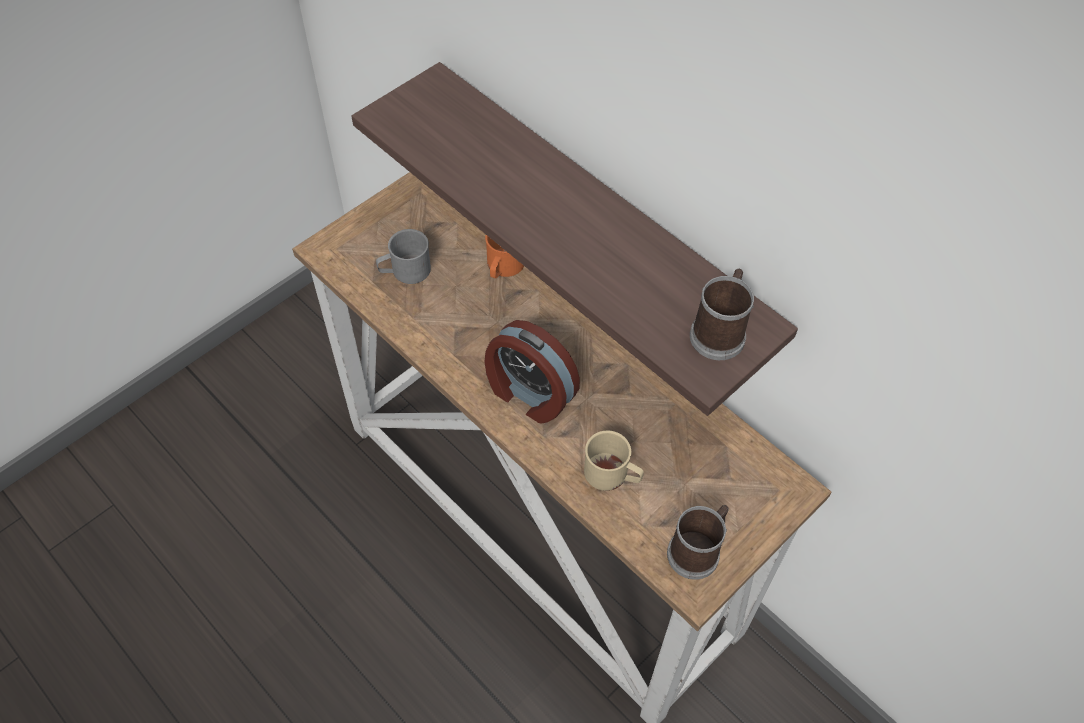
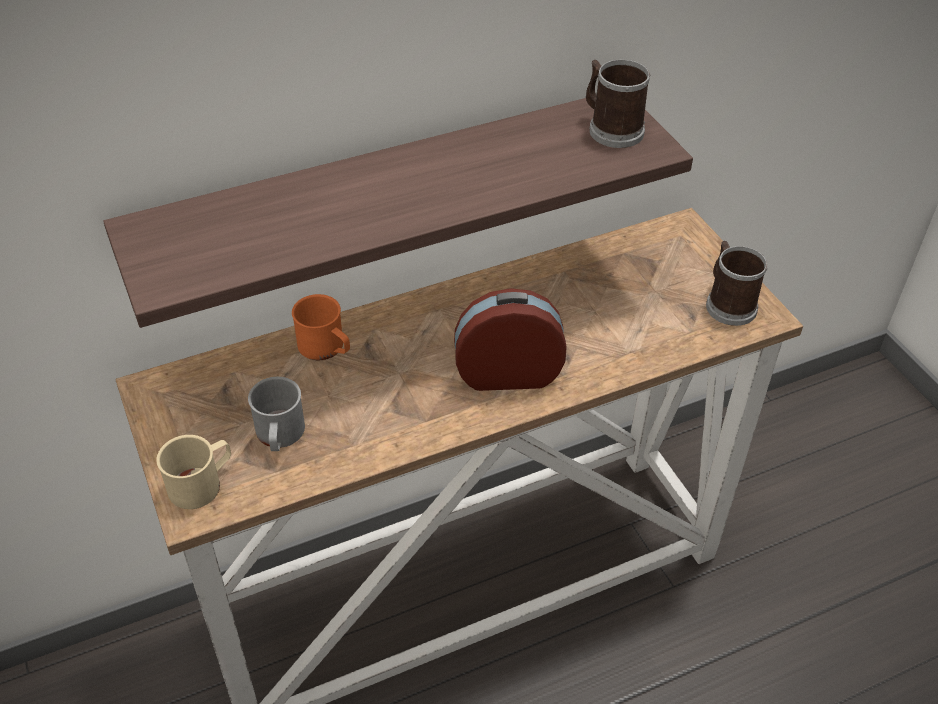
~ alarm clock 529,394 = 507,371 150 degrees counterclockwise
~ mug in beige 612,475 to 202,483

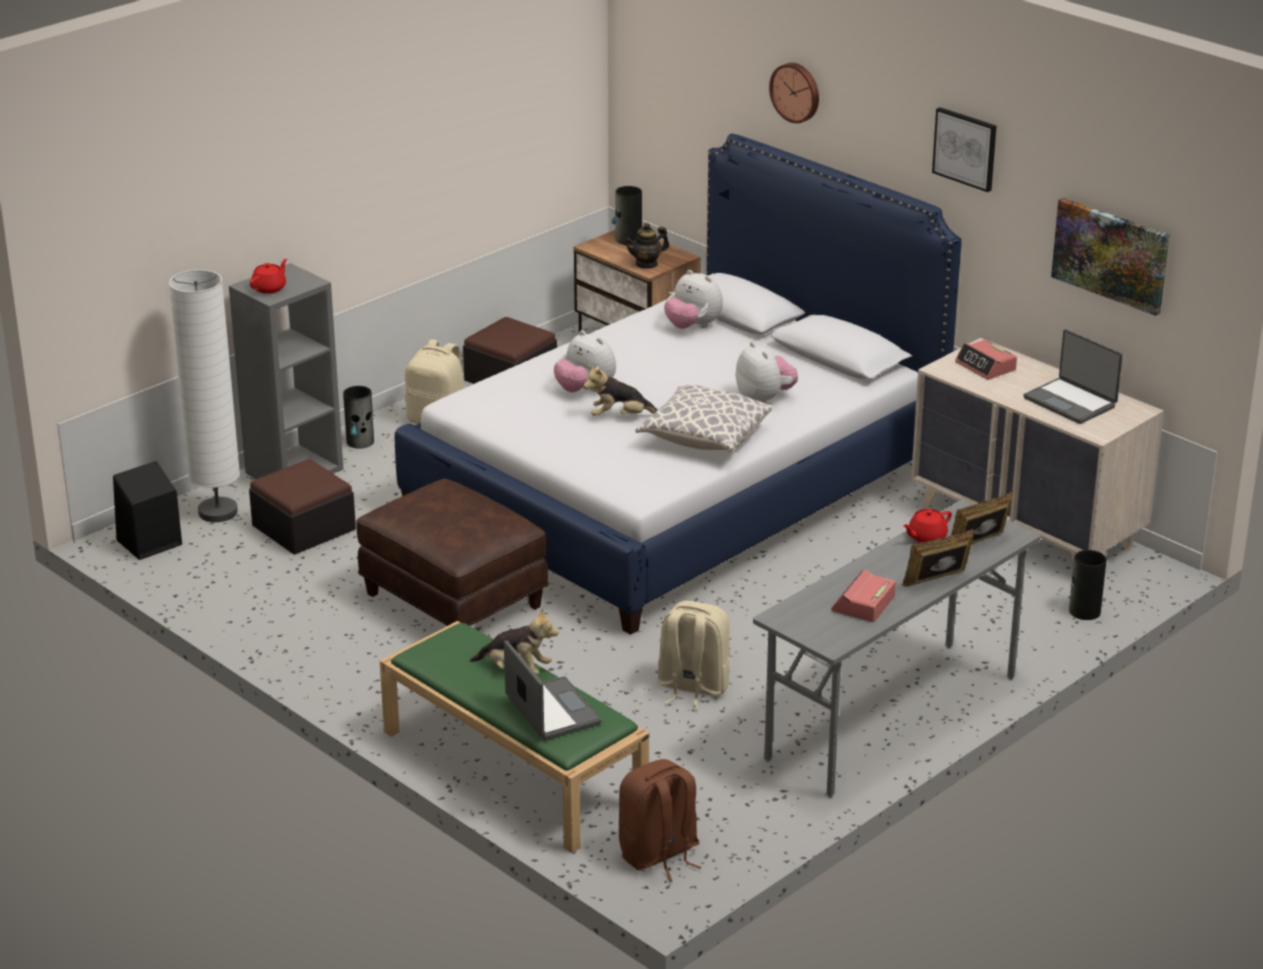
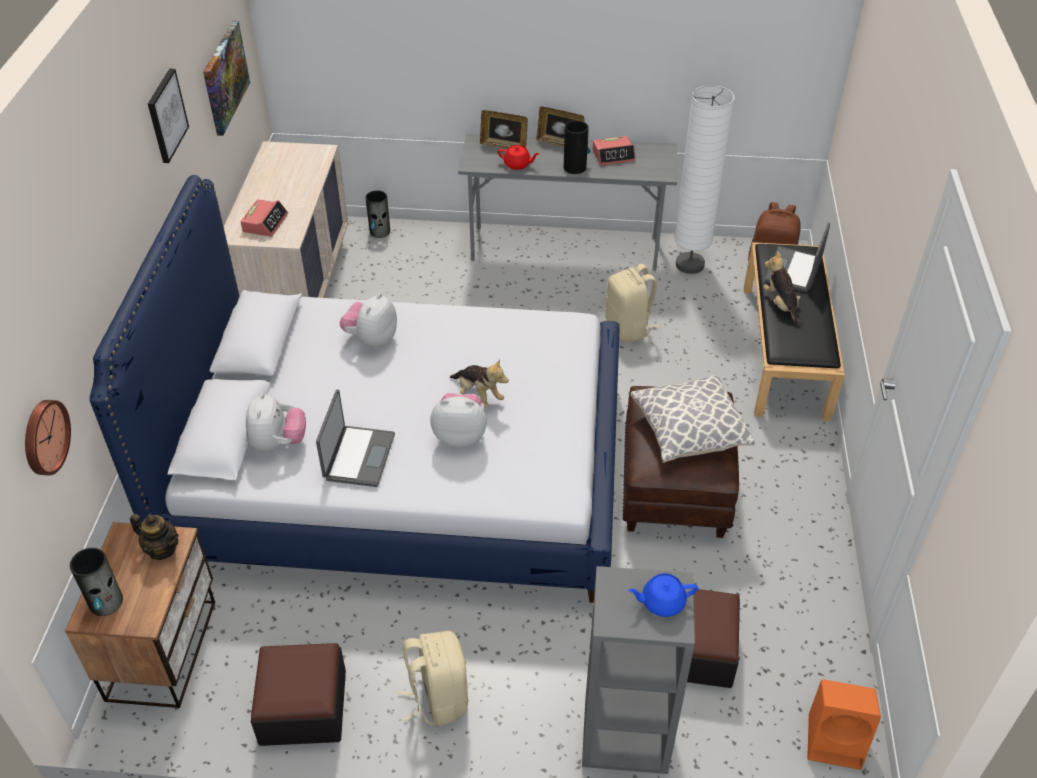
~ speaker in black 148,543 to speaker in orange 836,741
~ floor lamp in white 218,512 to 690,264
~ teapot in red 270,288 to teapot in blue 662,602
~ vase 360,442 to 575,167
~ bench in green 511,768 to bench in black 785,351
~ plush toy 585,390 = 460,435 90 degrees counterclockwise
~ pillow 704,438 to 689,431
~ wall clock 796,92 to 44,437
~ laptop 1071,402 to 358,457

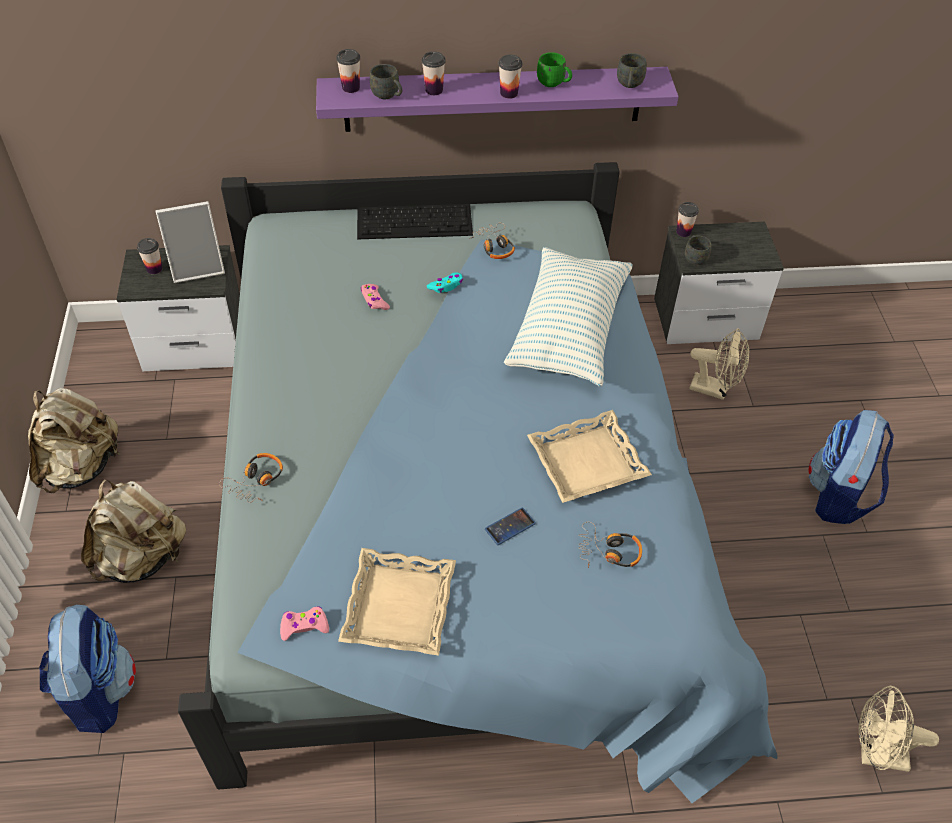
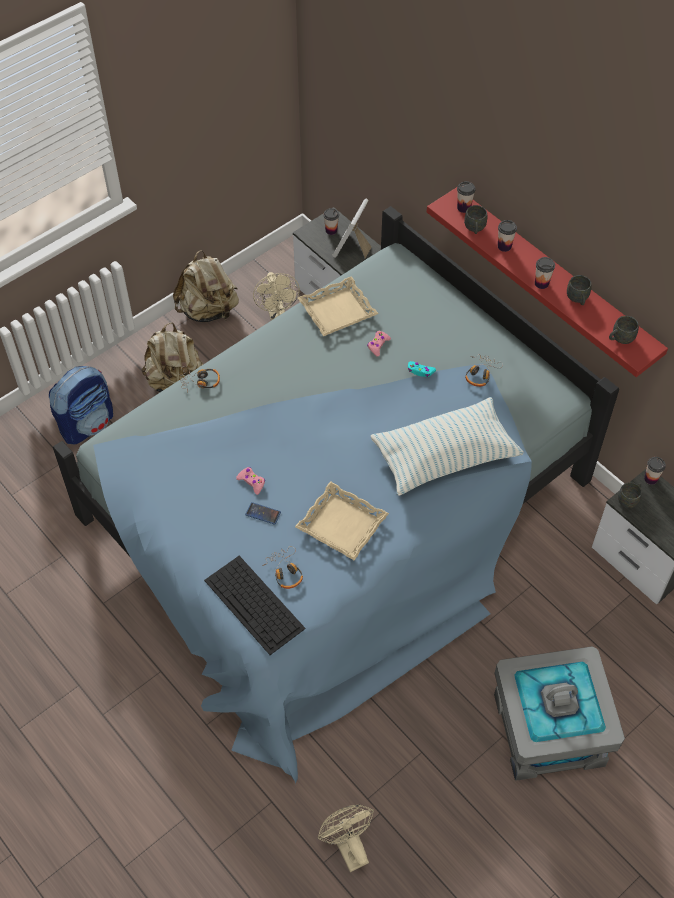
~ picture frame 198,267 = 352,248 75 degrees clockwise
~ game controller in pink 304,626 to 252,482
~ shelf in purple 493,99 to shelf in red 553,280
~ tray in beige 398,606 to 337,310
~ keyboard 415,221 to 255,604
~ mug in green 554,83 to mug in grey 578,299
~ fan in beige 715,389 to 277,313
~ backpack 839,496 to storage box in grey 548,730

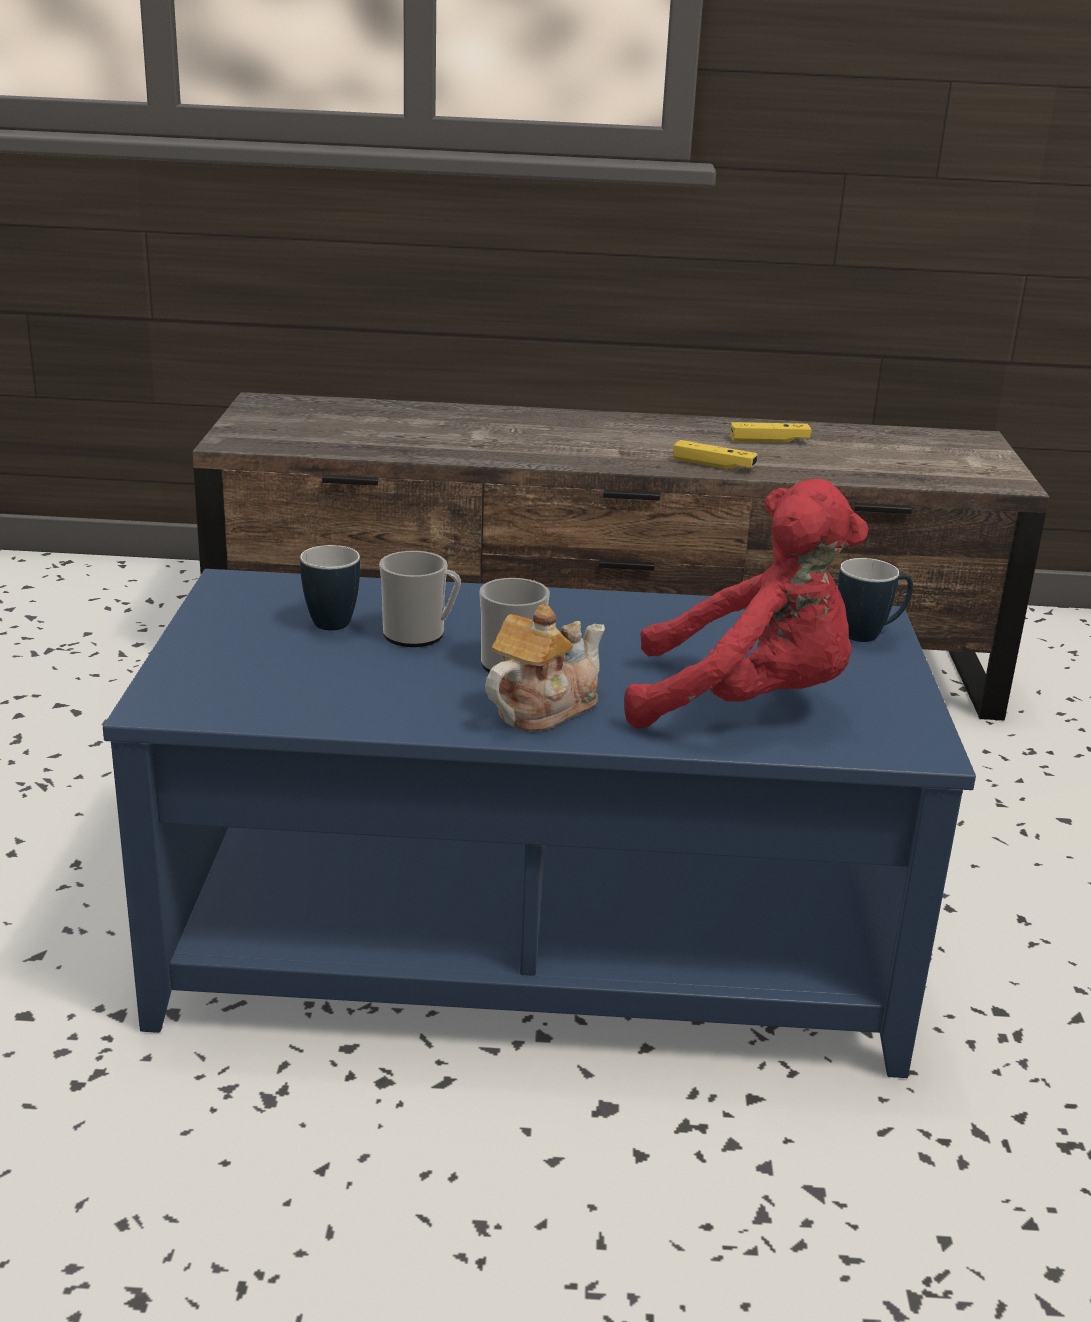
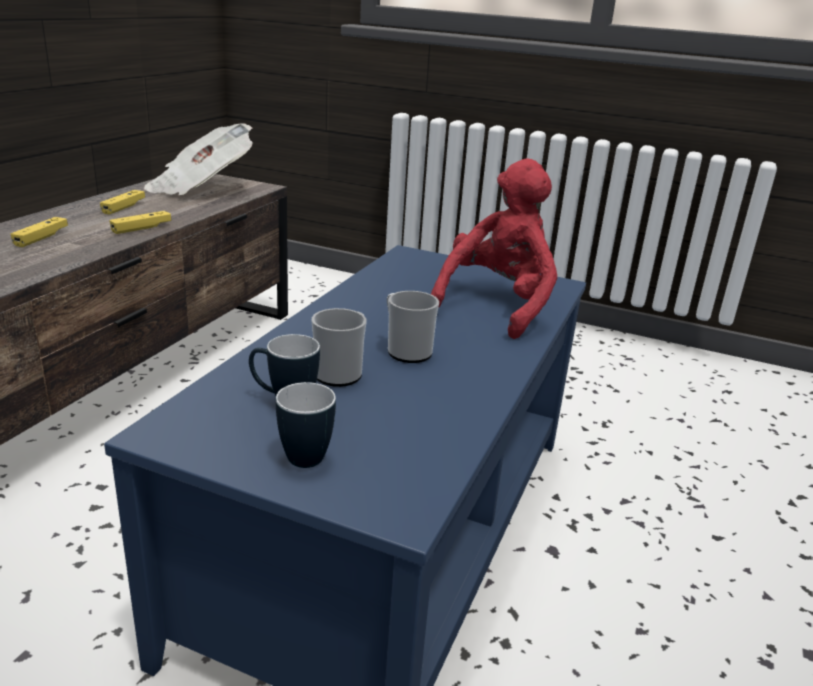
- teapot 542,708
~ mug 870,635 to 307,452
+ game controller in yellow 41,238
+ newspaper 200,188

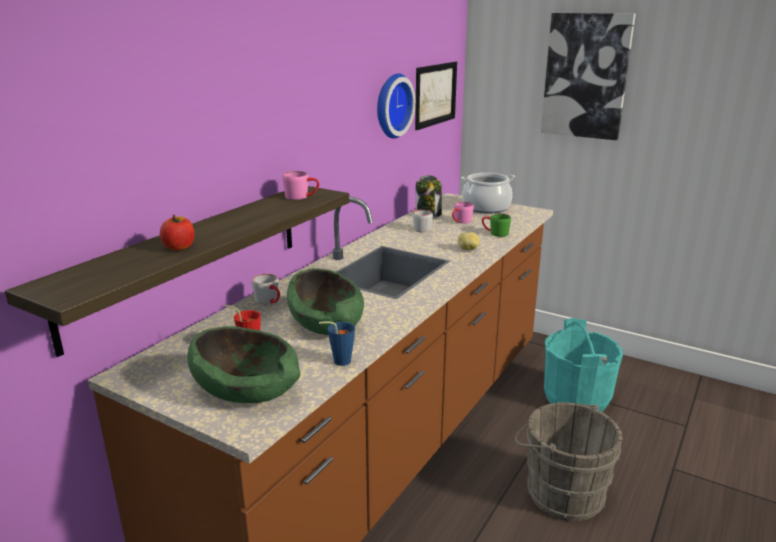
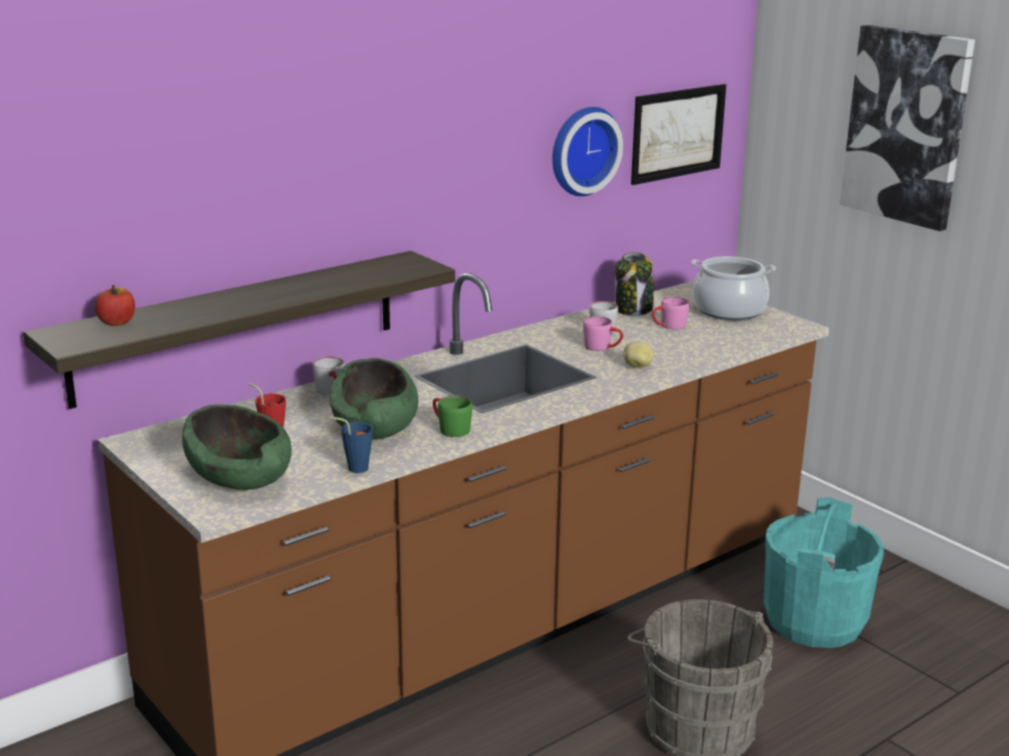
~ apple 179,247 to 117,322
~ mug in pink 302,197 to 603,347
~ mug in green 495,233 to 449,428

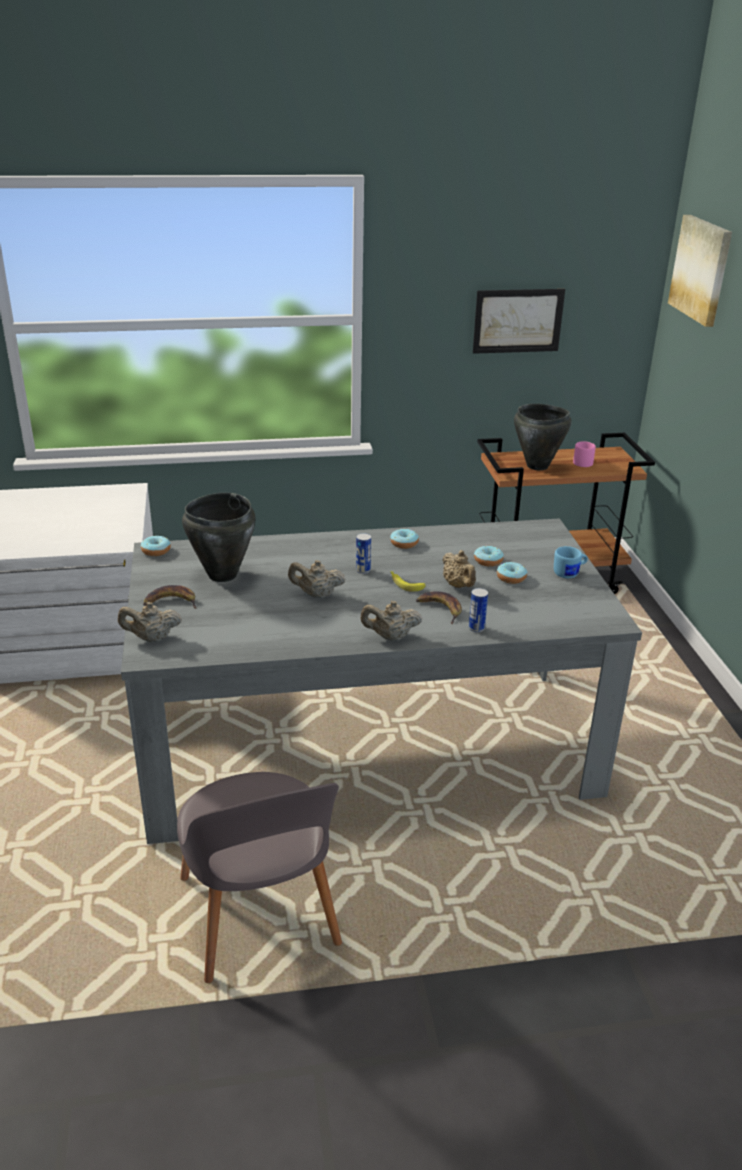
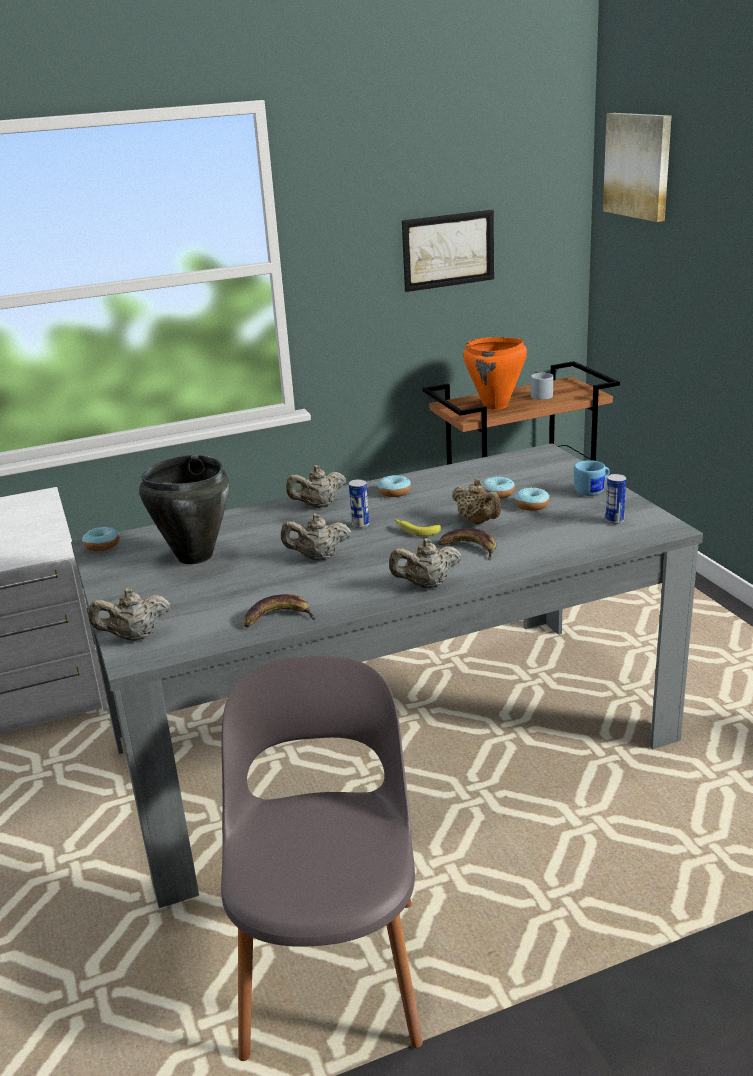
~ banana 171,602 to 278,617
~ chair in grey 259,917 = 331,965 150 degrees counterclockwise
~ can 476,628 to 614,521
~ cooking pot in black 537,466 to cooking pot in orange 495,406
~ mug in pink 583,462 to mug in grey 542,395
+ teapot in beige 318,506

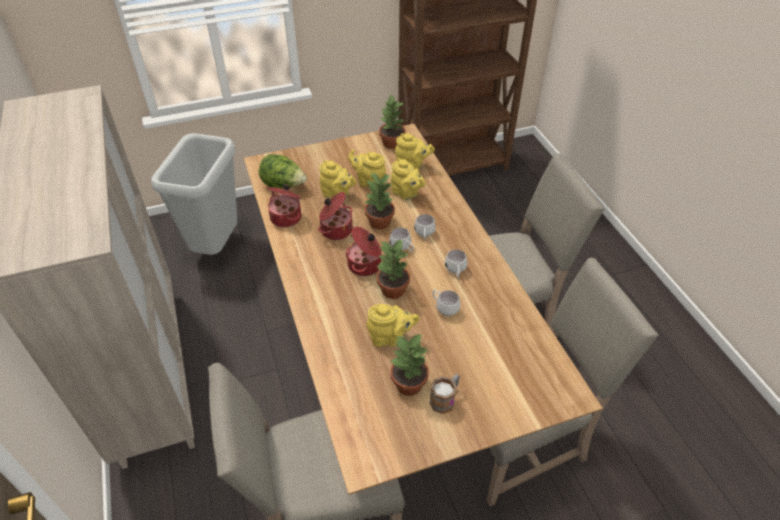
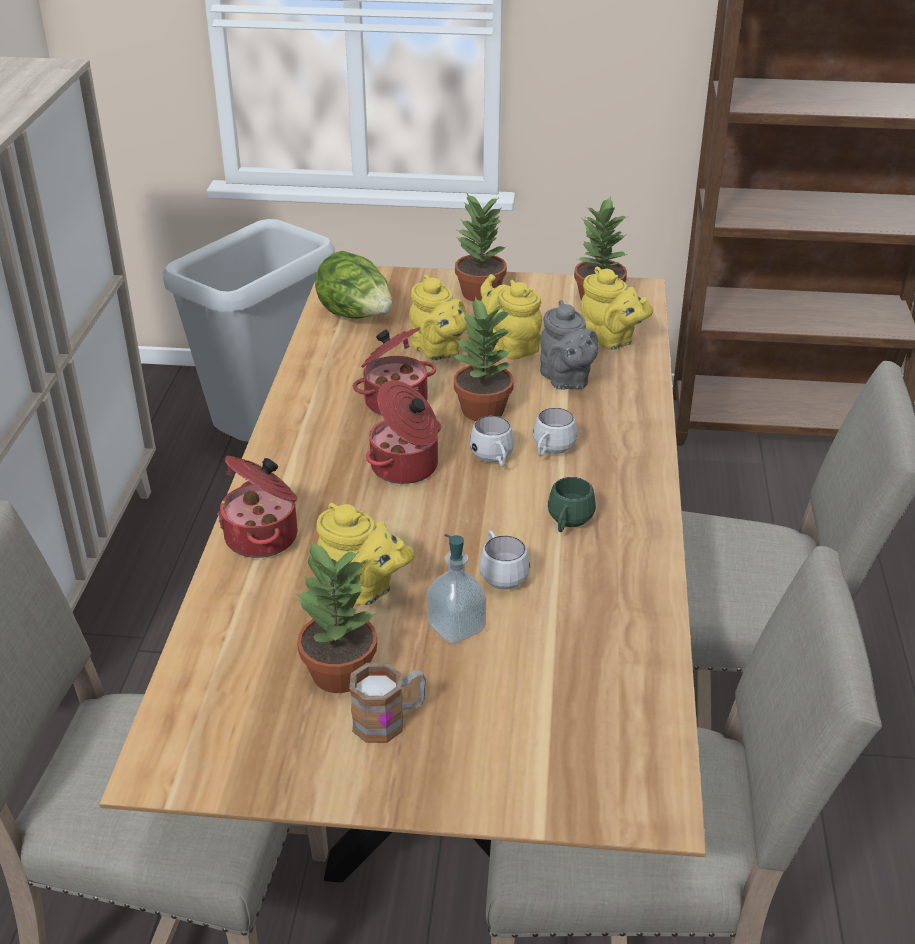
~ cooking pot 287,217 to 264,537
~ potted plant 392,290 to 479,293
~ teapot in yellow 406,194 to teapot in grey 566,380
~ mug in white 455,272 to mug in green 568,524
+ soap dispenser 456,627

